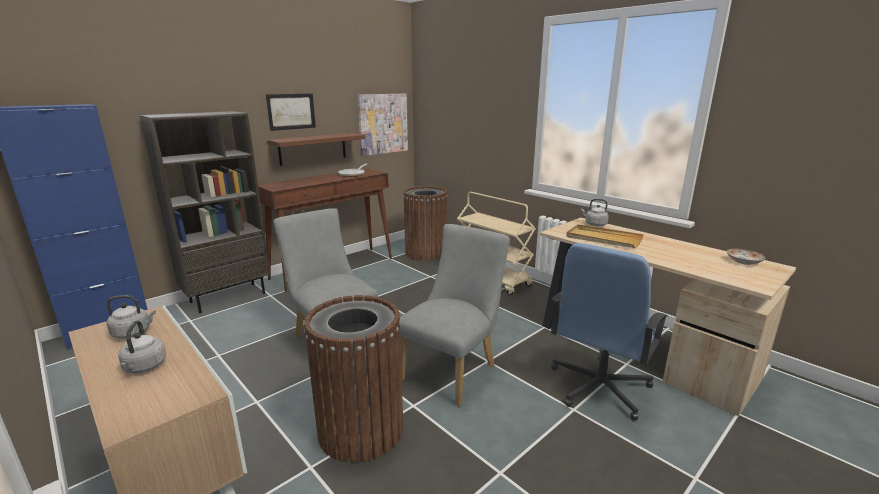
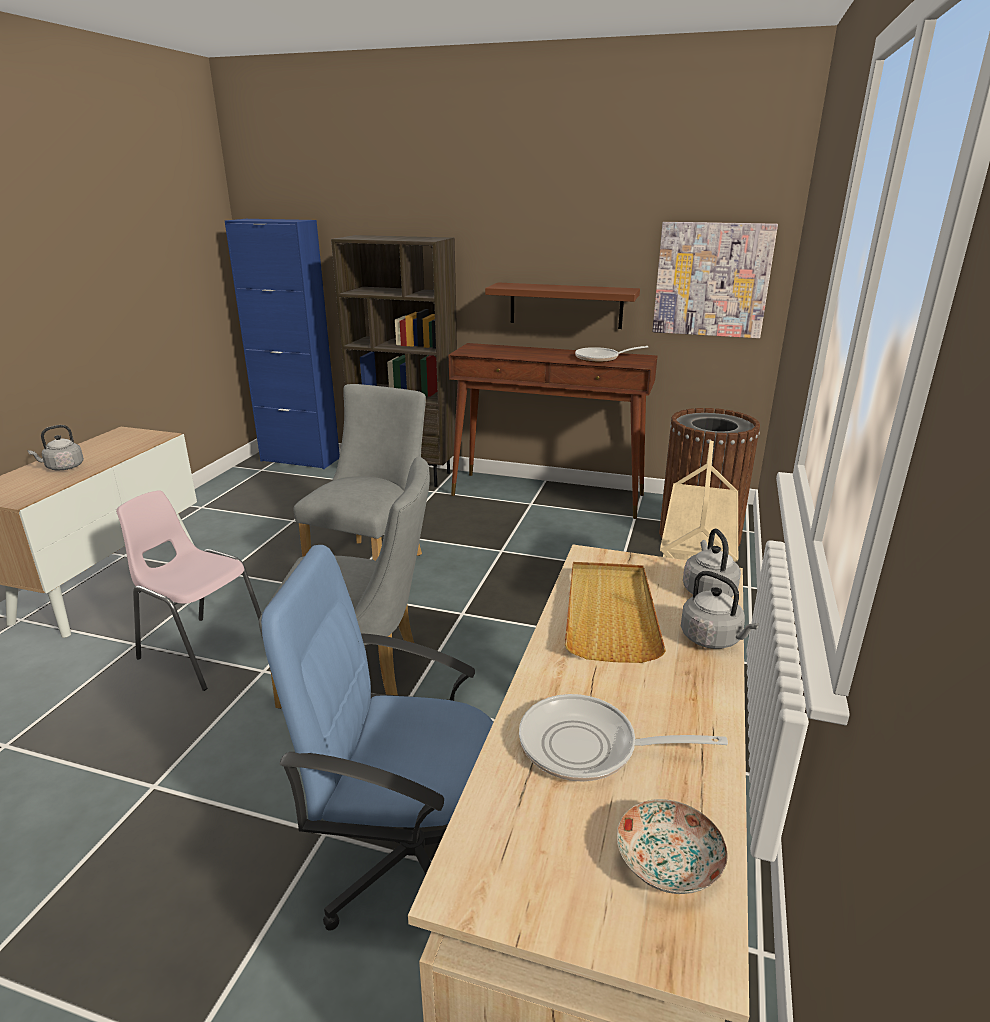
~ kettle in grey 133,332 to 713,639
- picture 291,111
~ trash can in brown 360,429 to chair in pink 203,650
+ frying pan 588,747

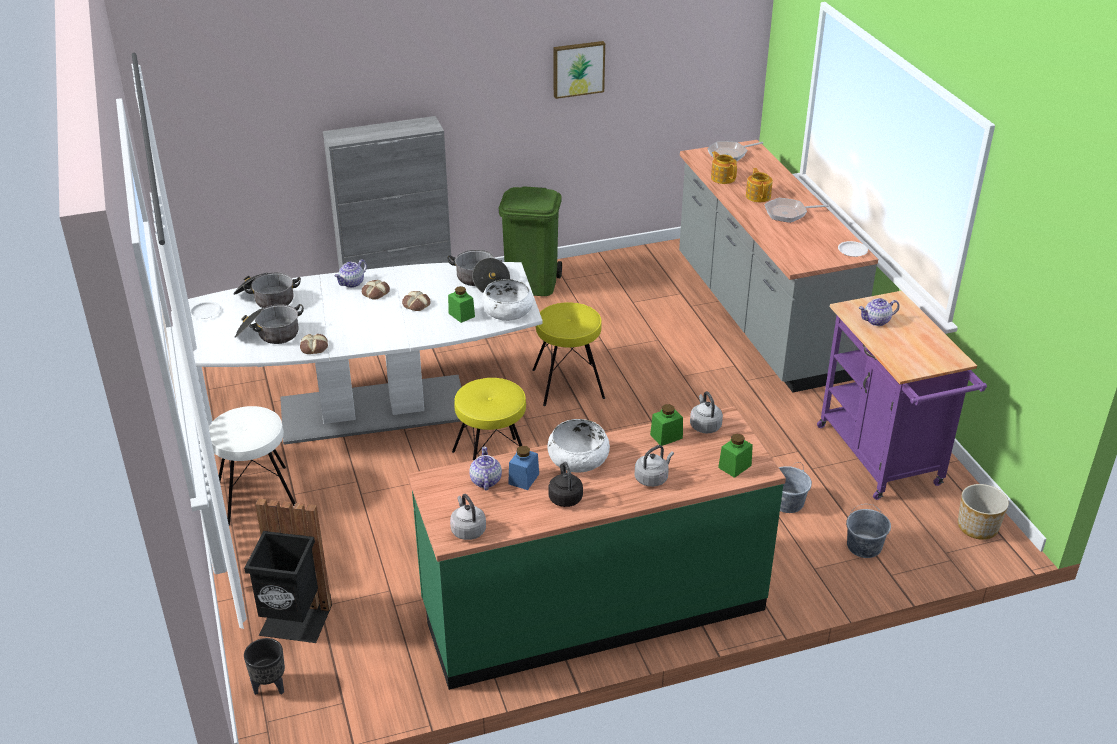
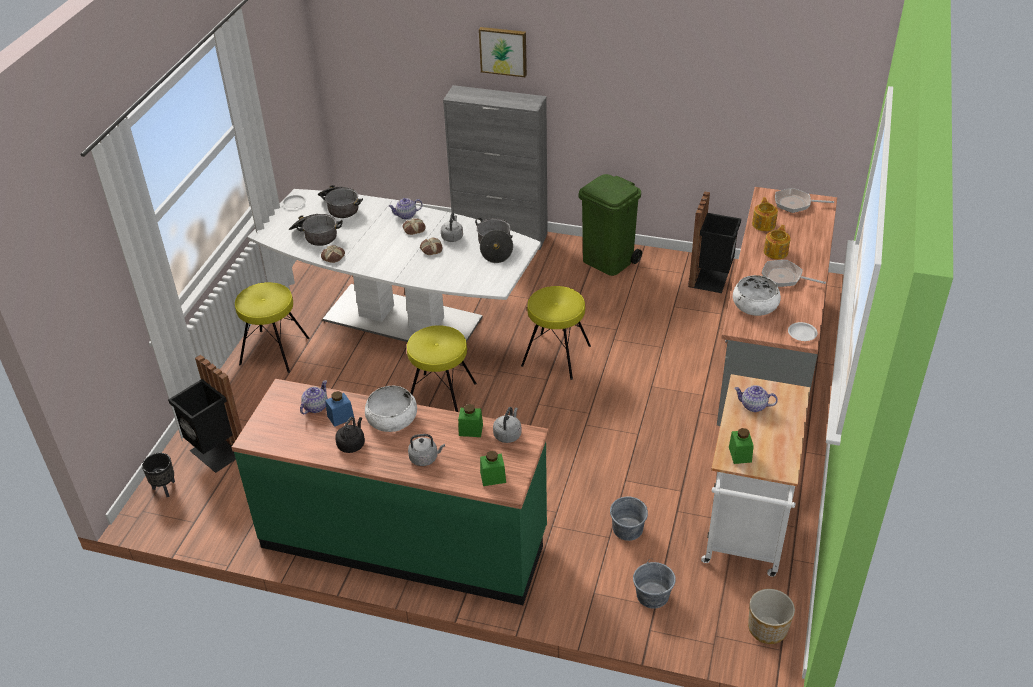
~ stool in white 256,495 to stool in yellow 274,351
~ jar in green 461,315 to 740,454
~ kettle in grey 467,530 to 452,237
~ bowl in white 507,311 to 755,305
~ picture 578,68 to 503,51
~ cart in purple 883,460 to cart in white 745,532
+ trash can in black 711,279

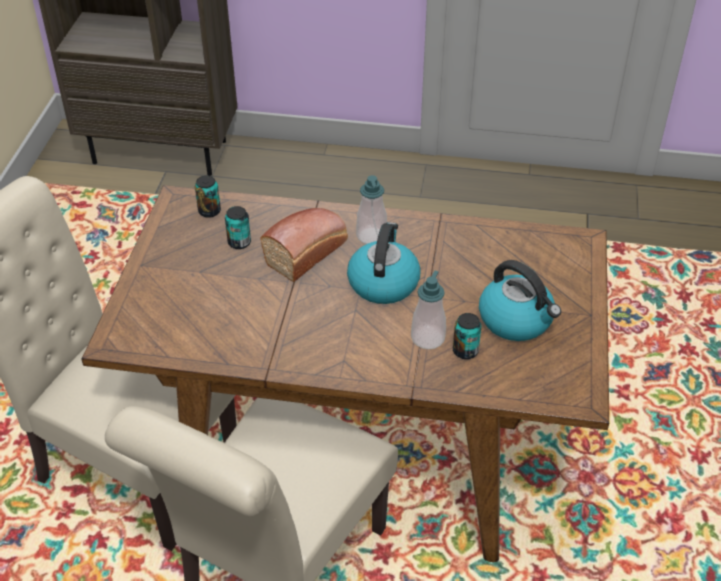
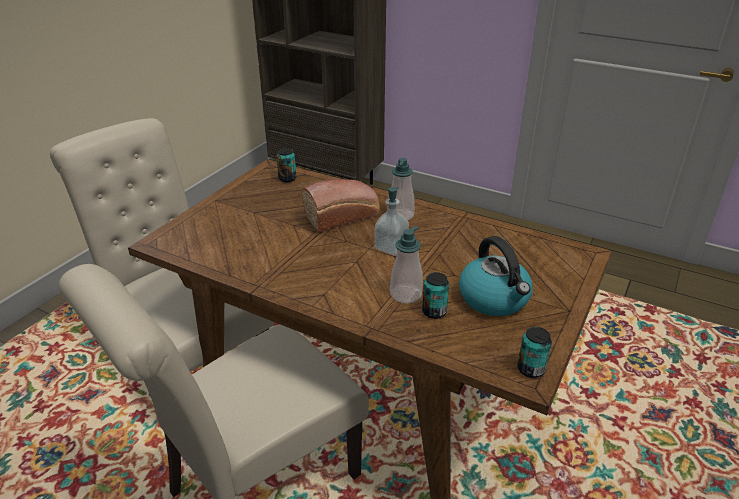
~ can 239,242 to 530,369
~ kettle 383,282 to soap dispenser 391,247

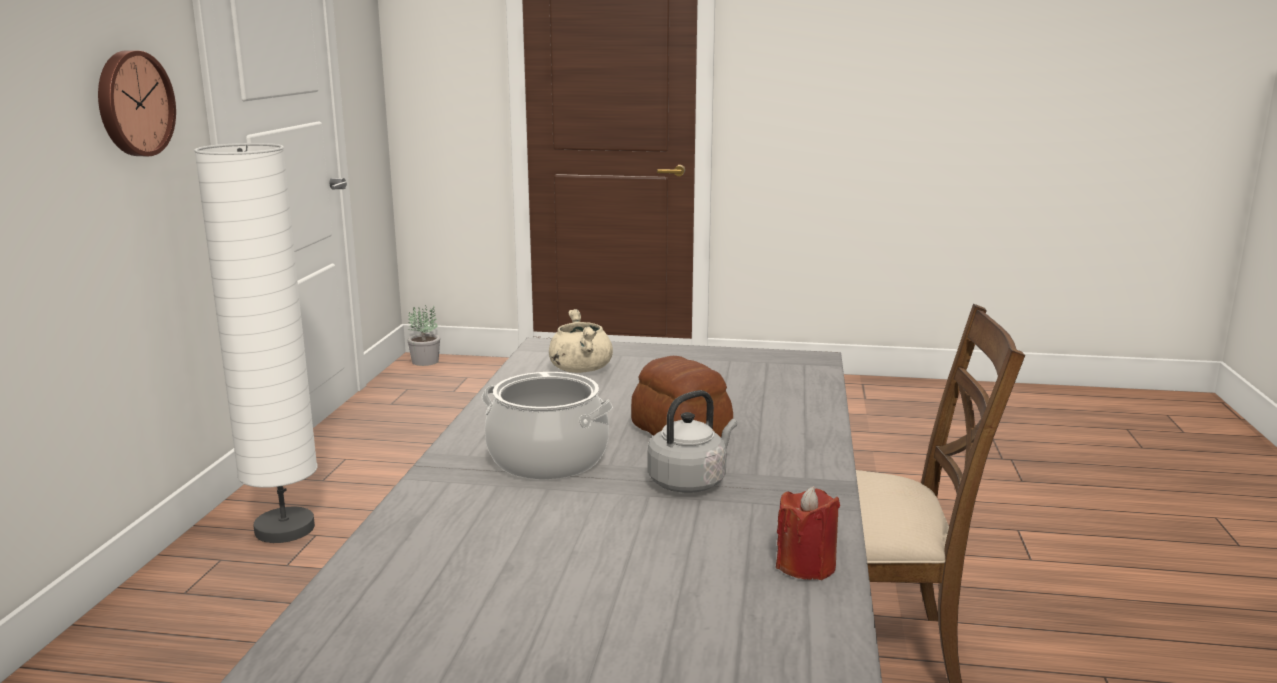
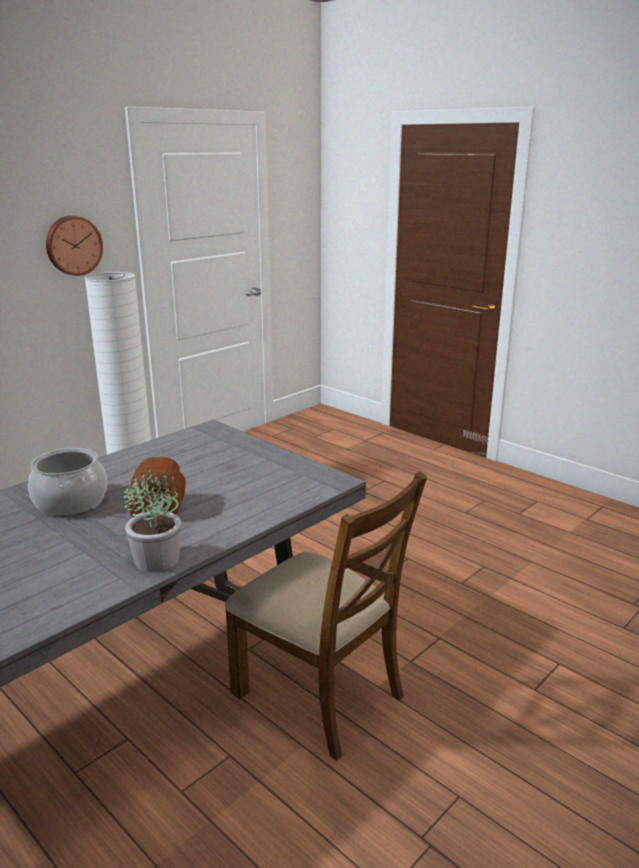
~ potted plant 425,361 to 158,559
- cooking pot in beige 579,369
- kettle in grey 690,481
- candle in red 806,566

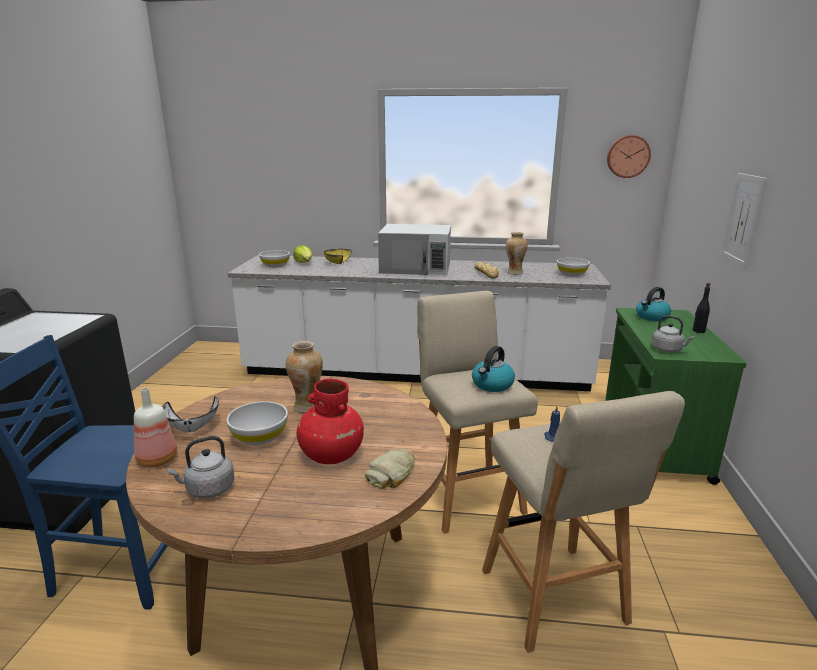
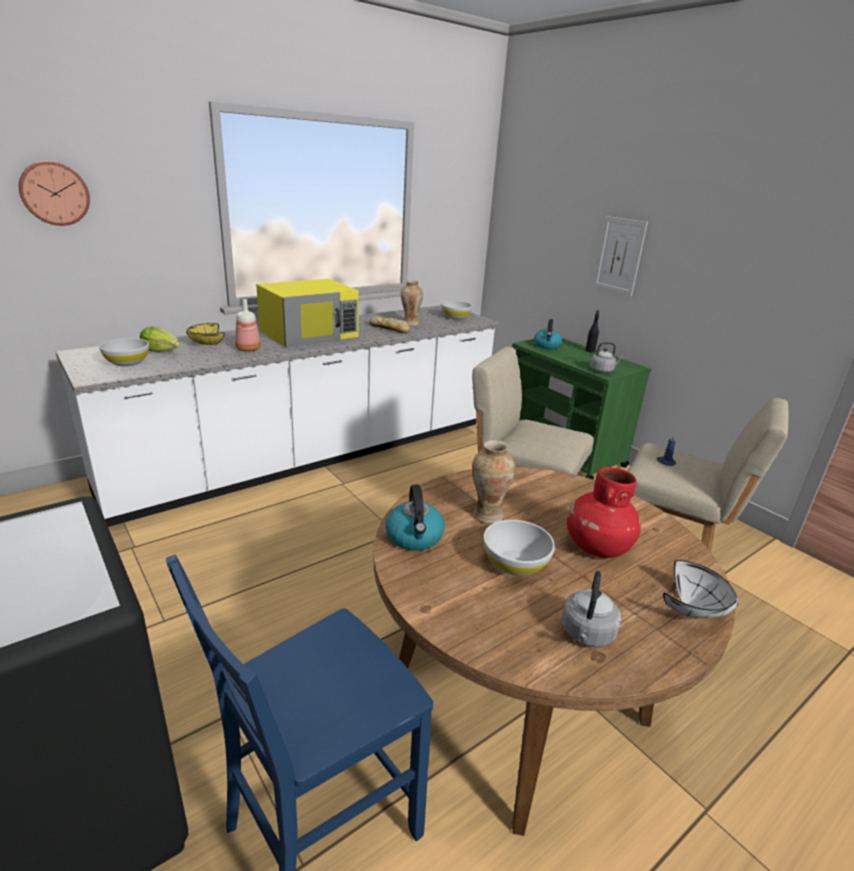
~ bottle 157,461 to 249,349
~ bowl in white 193,429 to 694,610
- bread 392,473
~ microwave in white 416,267 to microwave in yellow 310,333
~ kettle 492,385 to 414,537
~ wall clock 628,156 to 54,193

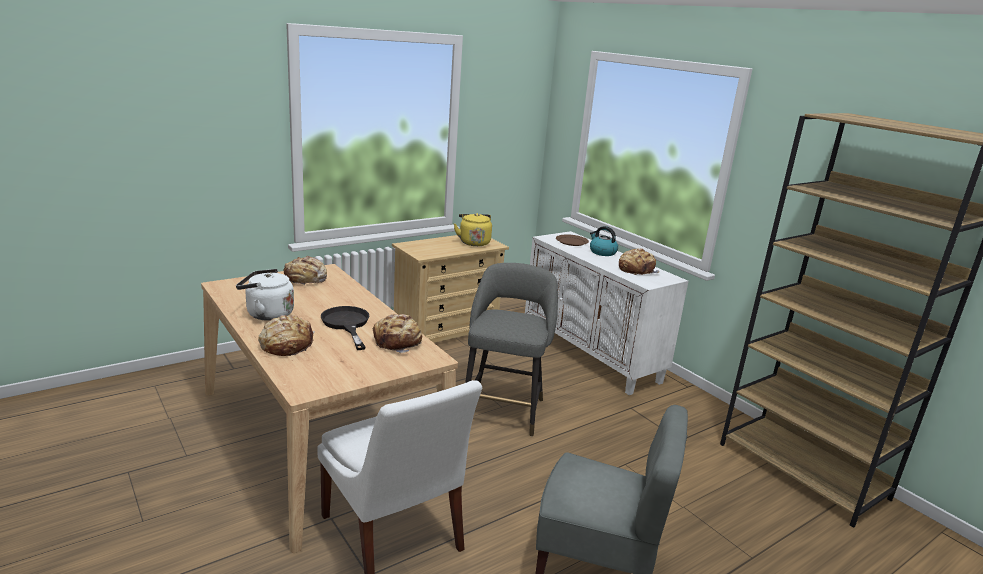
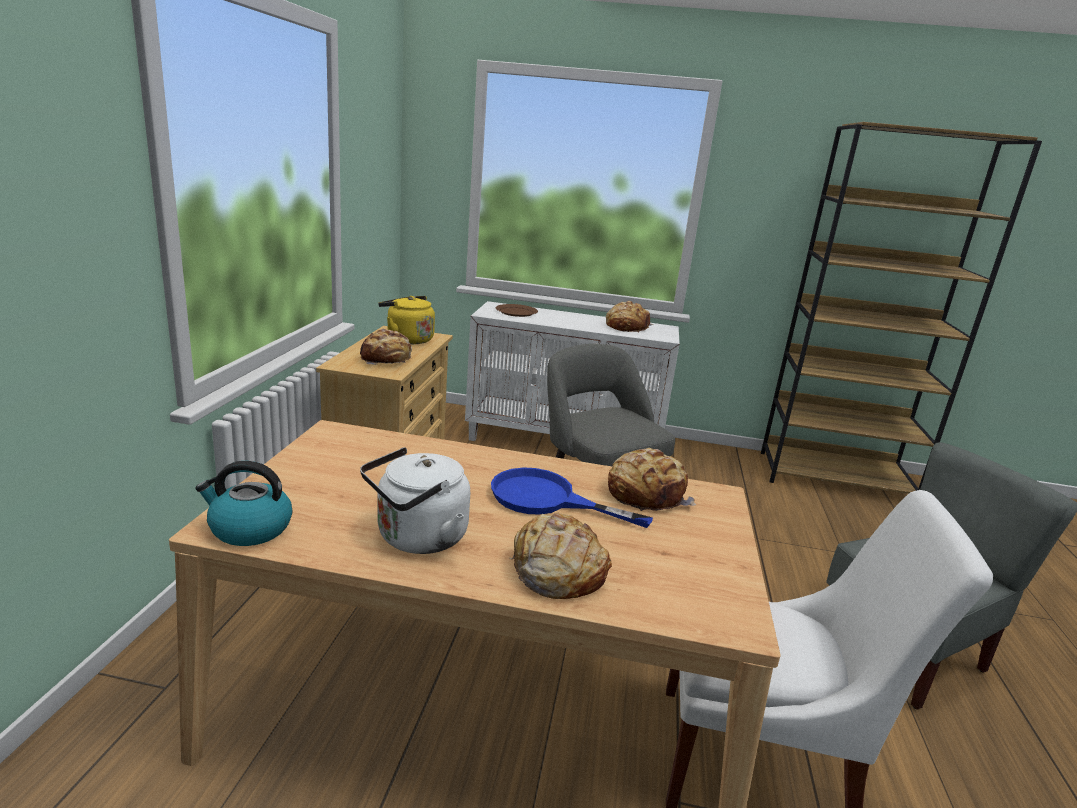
~ bread 305,279 to 386,359
~ frying pan in black 347,324 to frying pan in blue 547,499
~ kettle 602,252 to 249,529

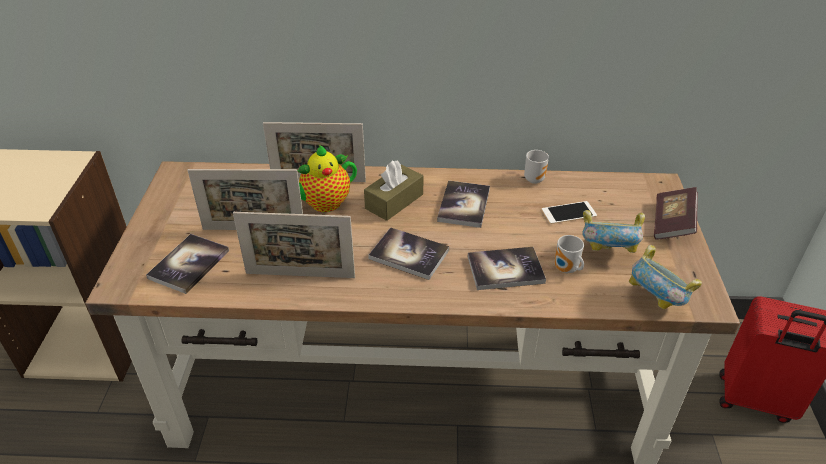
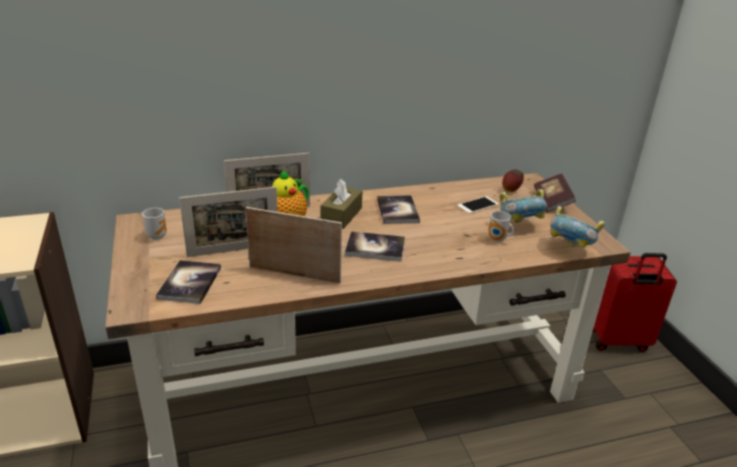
~ picture frame 300,275 = 294,275 150 degrees counterclockwise
- book 505,270
~ mug 534,179 to 157,235
+ apple 511,191

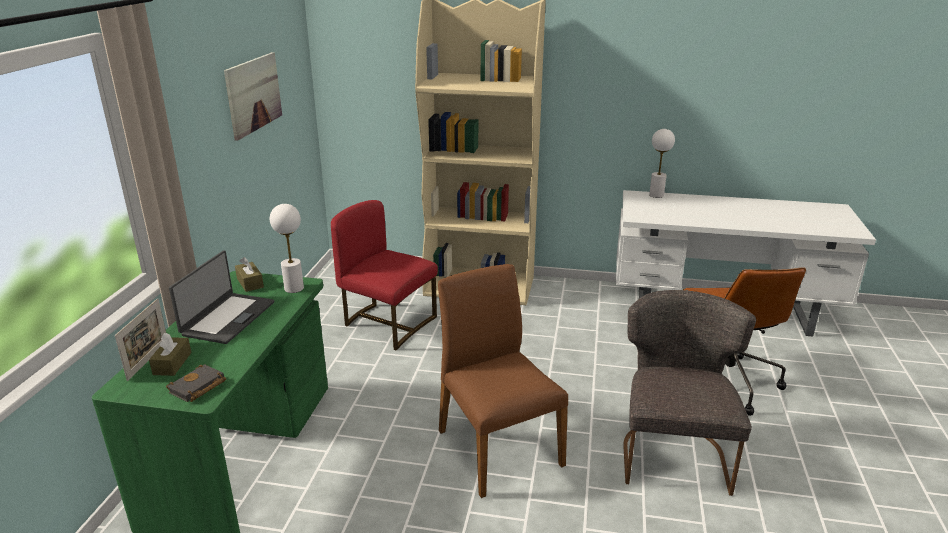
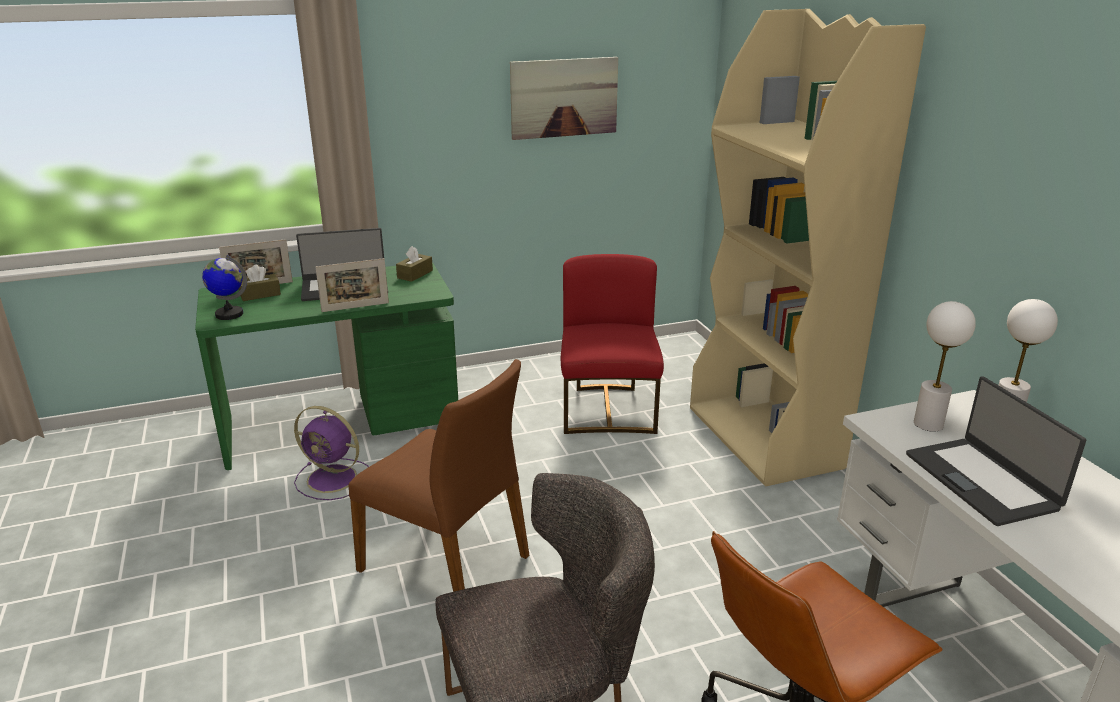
~ book in black 197,388 to globe 229,314
~ table lamp in white 293,288 to 927,424
~ chair in brown 497,447 = 447,562 90 degrees clockwise
+ fan in purple 334,479
+ picture frame 355,307
+ laptop 982,481

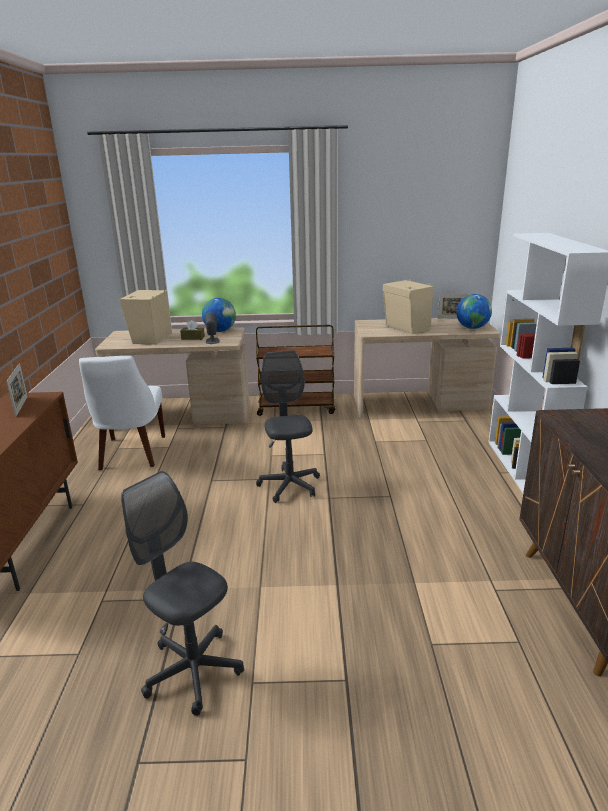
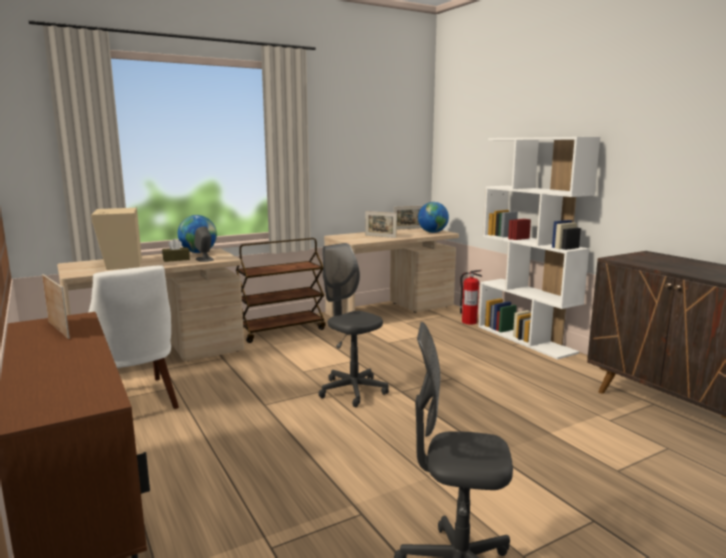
~ speaker in beige 406,328 to picture frame 380,236
+ fire extinguisher 469,322

